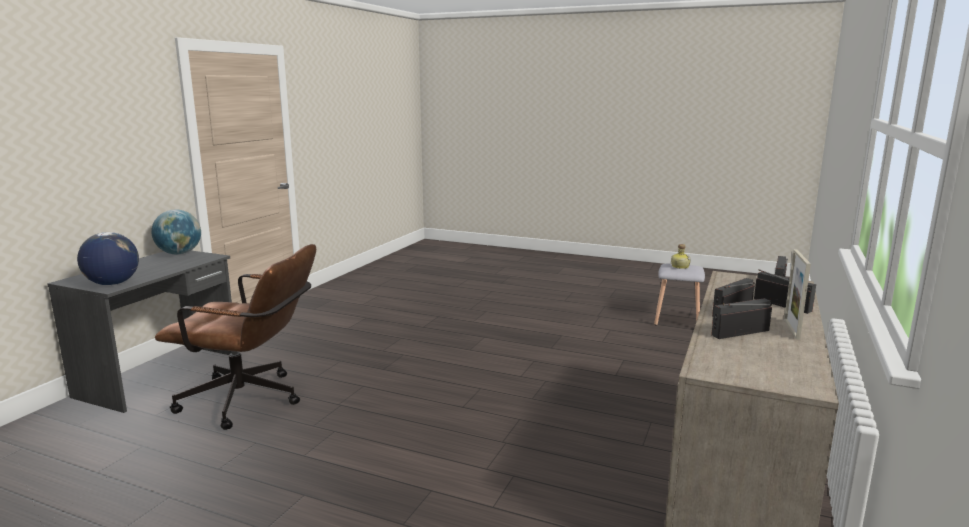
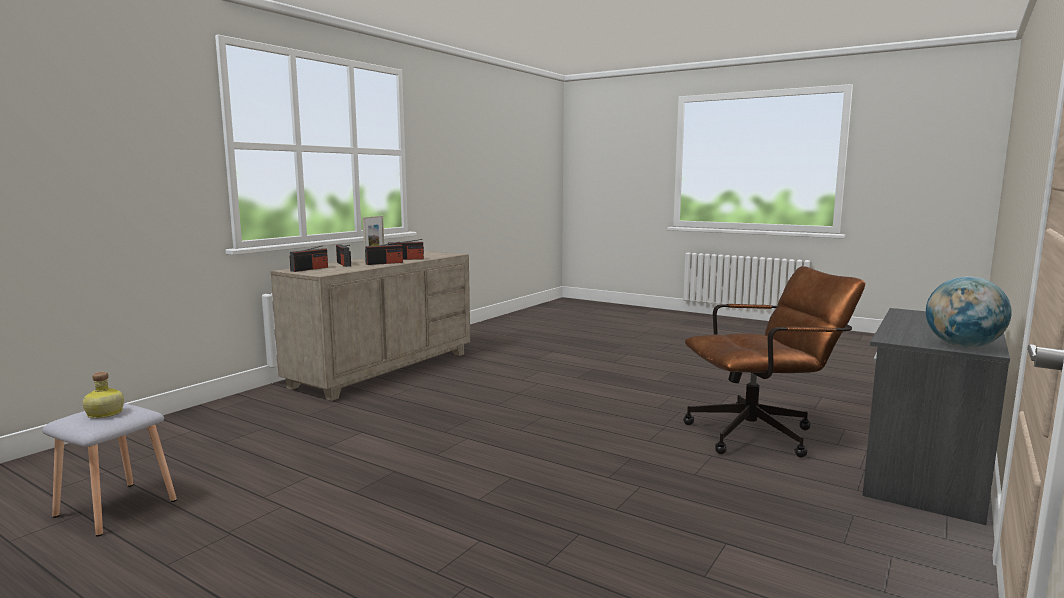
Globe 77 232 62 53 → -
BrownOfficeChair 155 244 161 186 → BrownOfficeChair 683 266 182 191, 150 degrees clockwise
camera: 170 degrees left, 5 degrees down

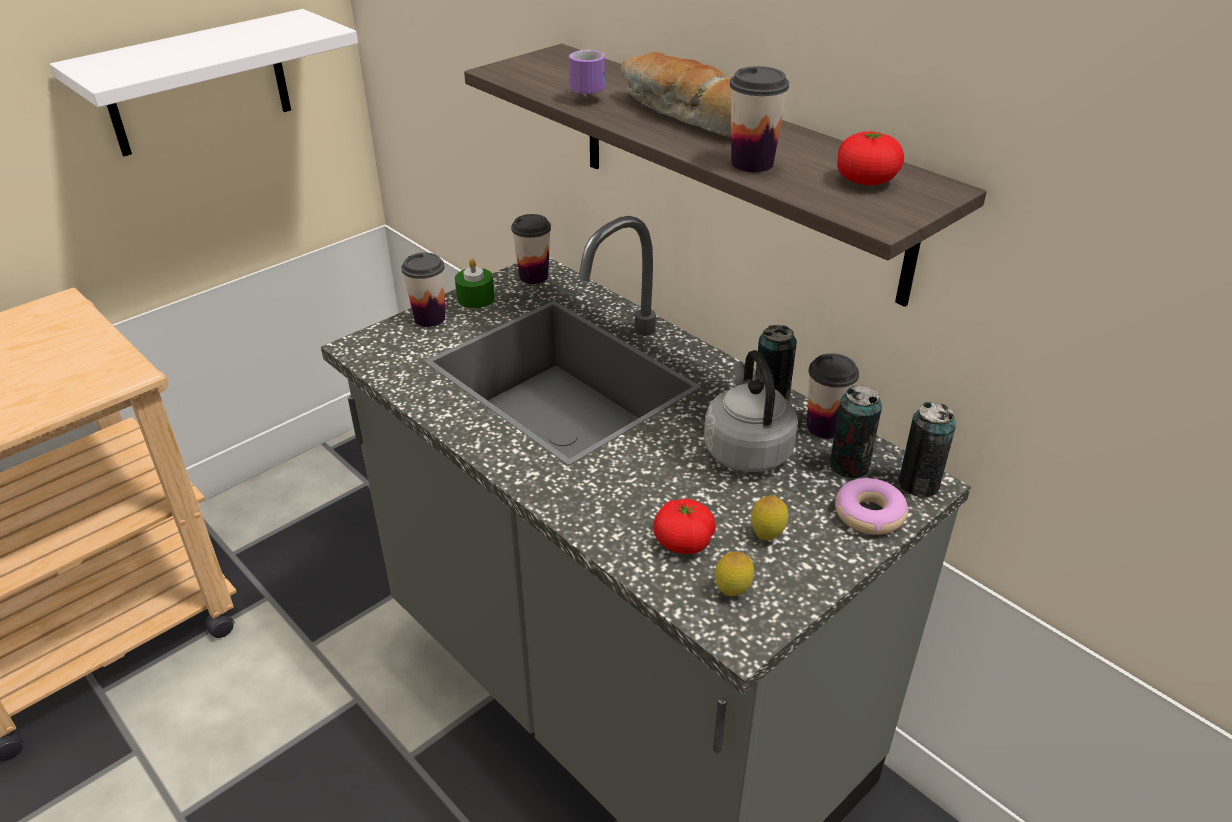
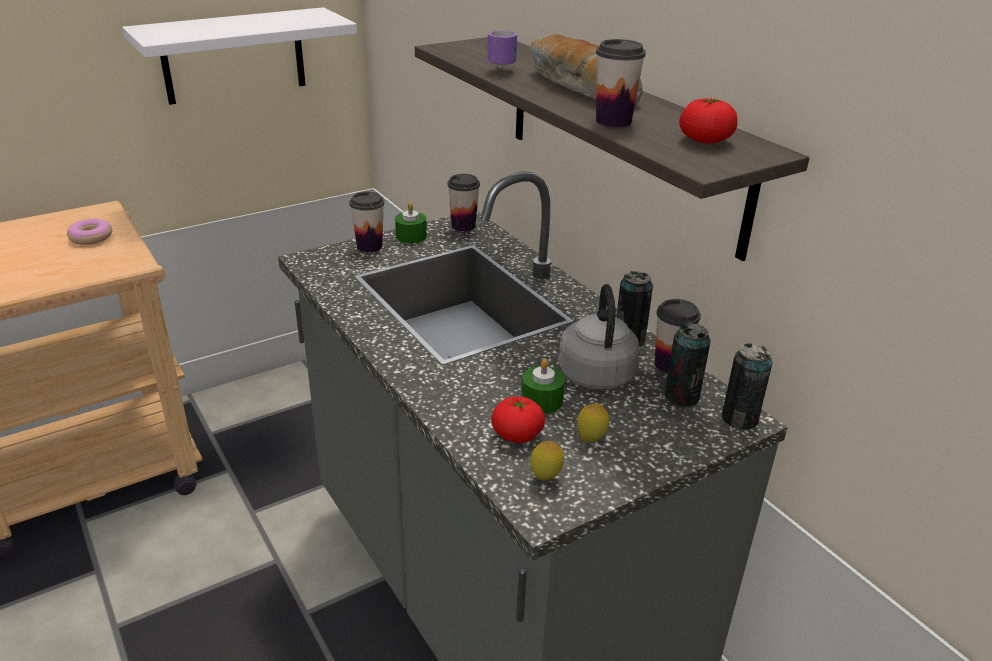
Donut 835 478 74 57 → Donut 67 218 45 27, shifted
- → GreenCandle 521 359 44 55
camera: 10 degrees right, 5 degrees down

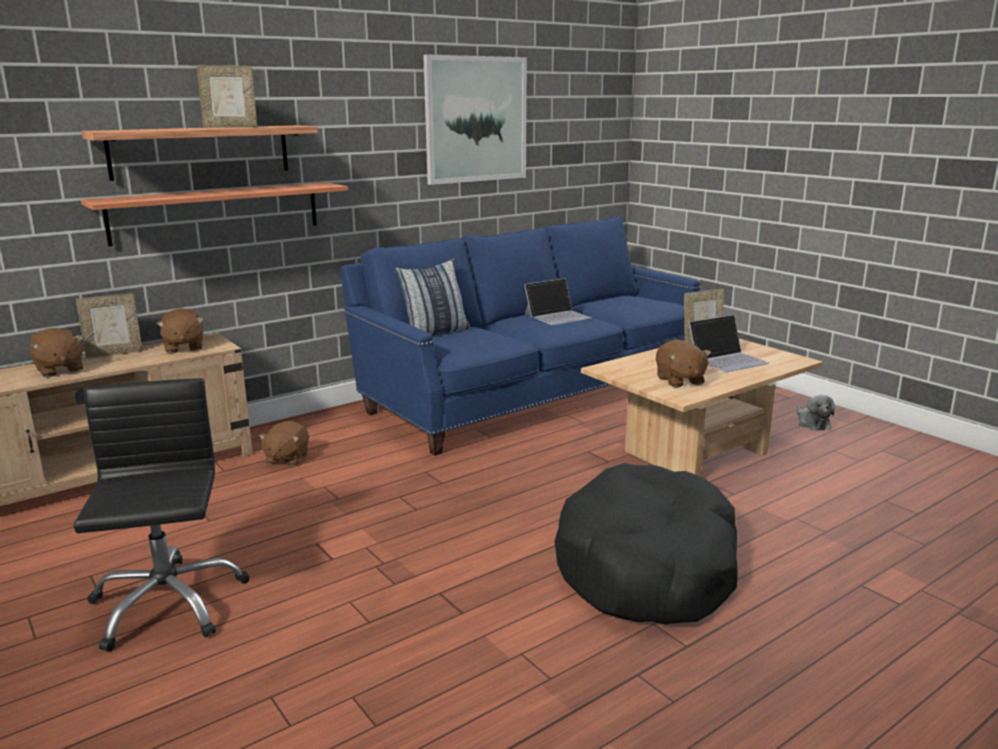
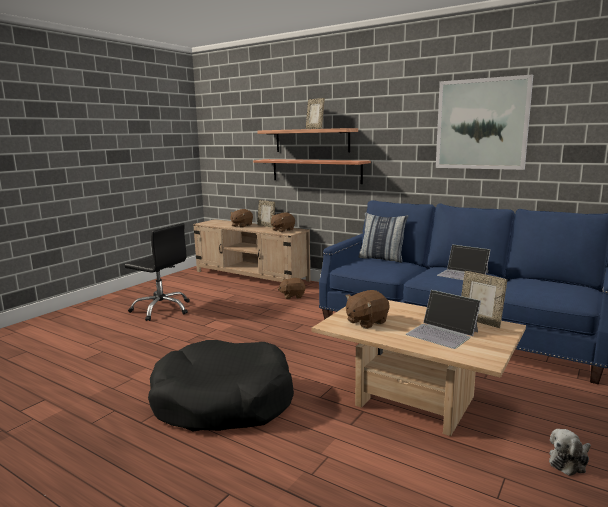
BlackOfficeChair 73 378 176 274 → BlackOfficeChair 124 223 66 98, 60 degrees clockwise
camera: 70 degrees right, 5 degrees down

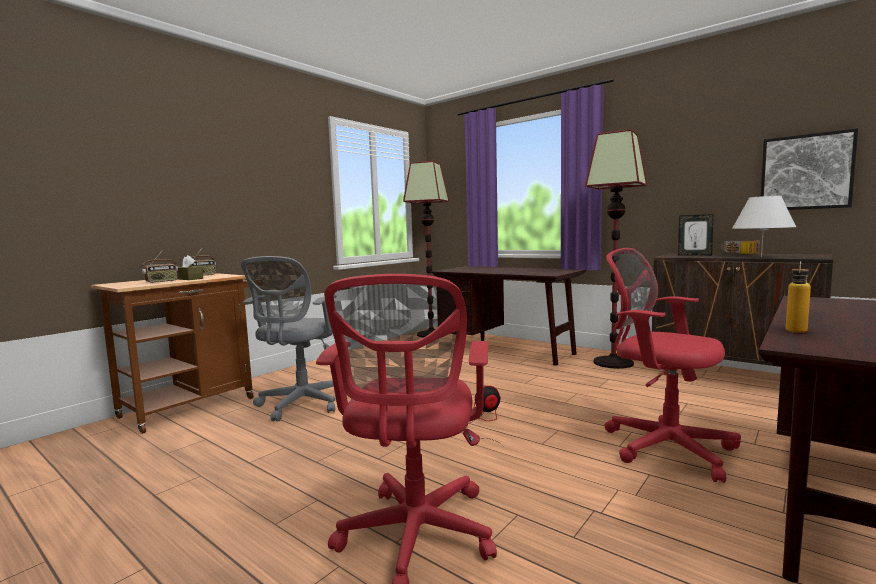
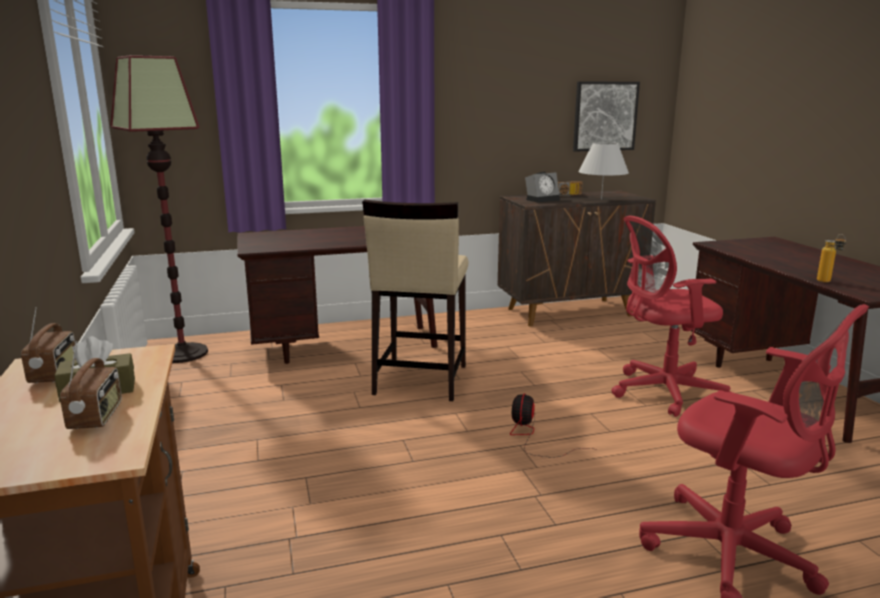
FloorLamp 585 129 62 240 → -
PictureFrame 678 214 35 42 → AlarmClock 525 172 35 31
GreyOfficeChair 241 256 94 166 → -
- → BeigeStool 362 200 106 201
camera: 55 degrees left, 10 degrees up

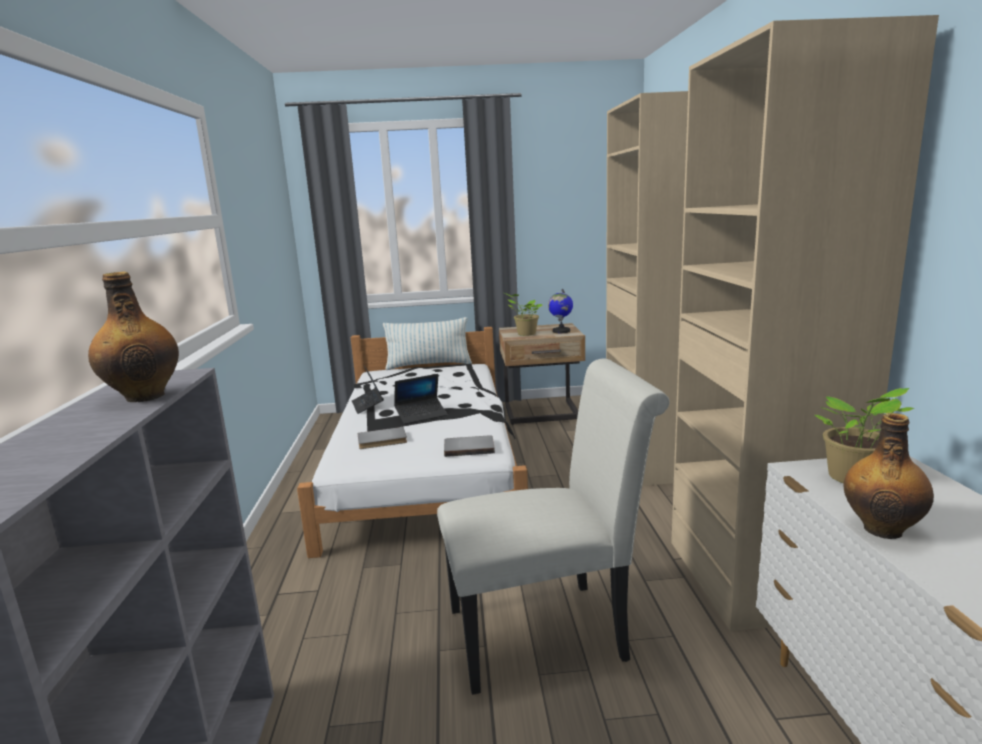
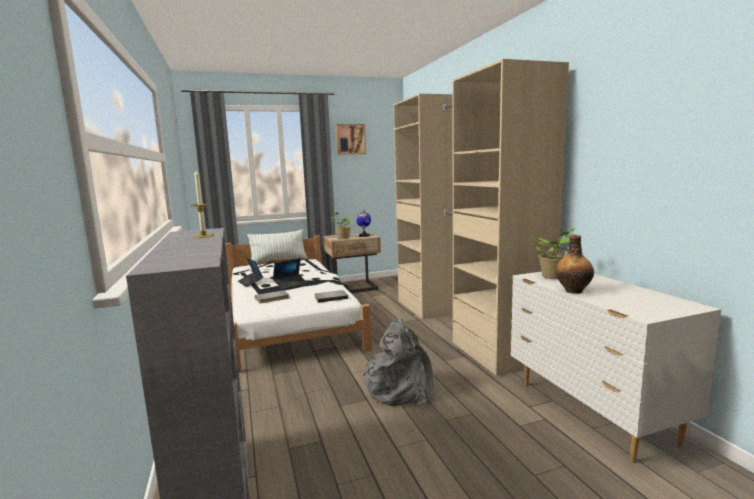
Bottle 88 271 91 131 → Candle 191 170 24 68
WhiteChair 437 358 233 337 → GreyBackpack 363 318 70 89
- → Picture 336 124 30 31
camera: 15 degrees left, 5 degrees down

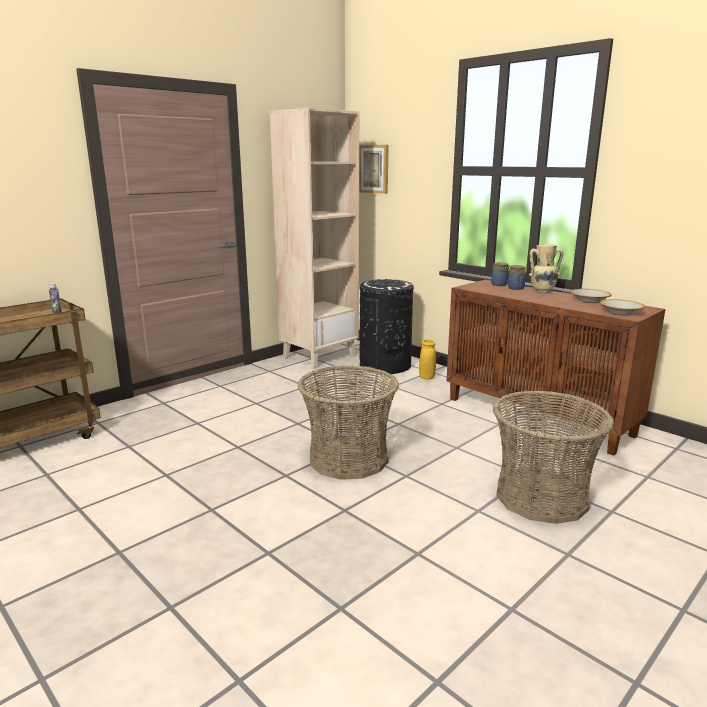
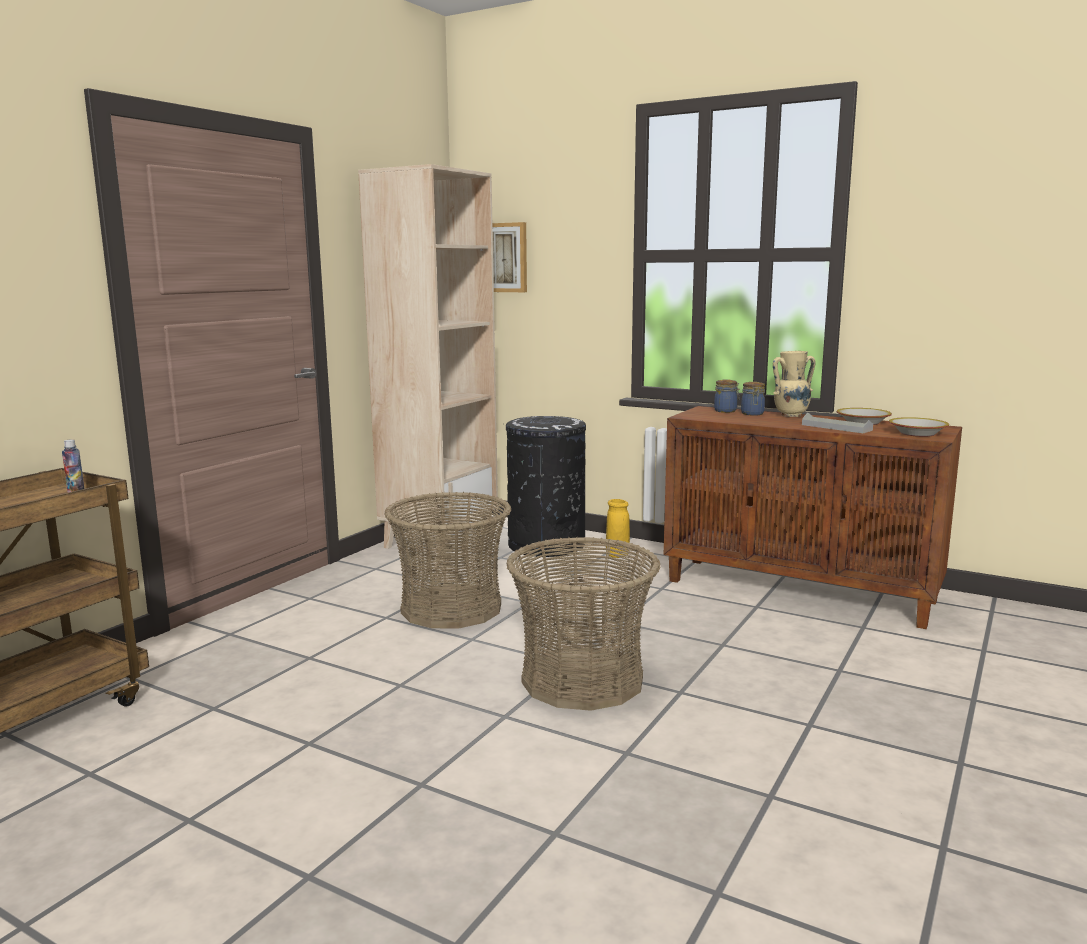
Basket 493 390 121 134 → Basket 385 492 126 136, shifted
- → GreyTray 802 413 71 20
camera: 15 degrees left, 5 degrees down

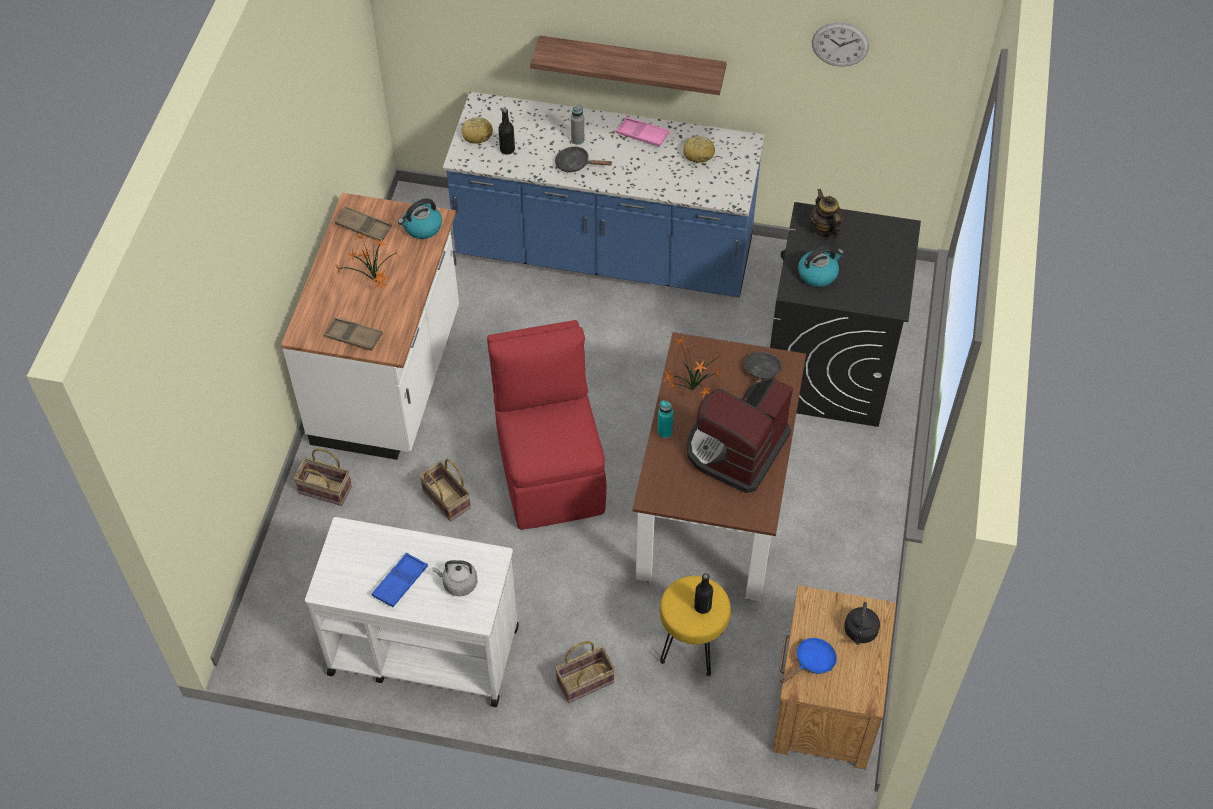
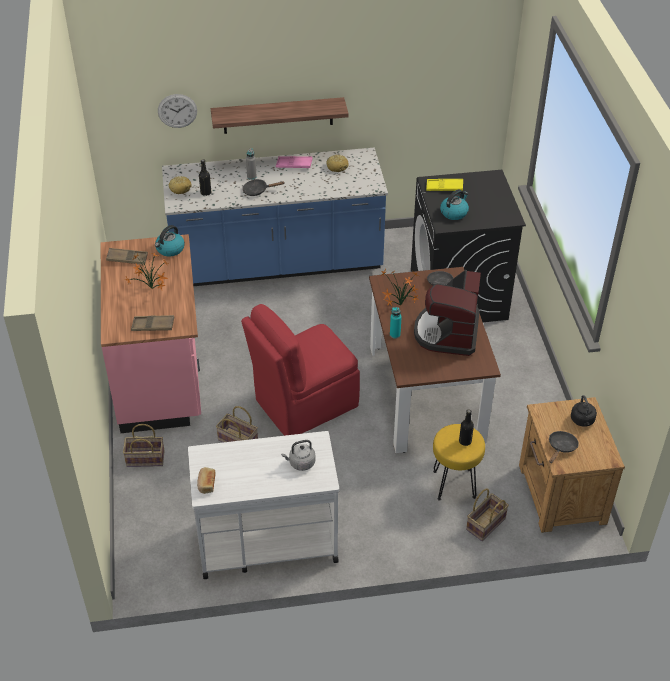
WallClock 812 22 57 45 → WallClock 158 94 39 34, shifted
Teapot 810 189 34 49 → YellowTray 426 179 37 12
WhiteCounter 281 193 178 267 → PinkCounter 101 234 100 199
RedChair 487 320 119 210 → RedChair 241 304 119 132, 90 degrees counterclockwise
BlueTray 372 553 56 54 → -
BlueFryingPan 780 638 57 45 → BlackFryingPan 549 431 30 32
Basket 555 641 60 62 → Basket 466 488 43 53, shifted
- → Bread 197 467 19 27
camera: 20 degrees left, 10 degrees down

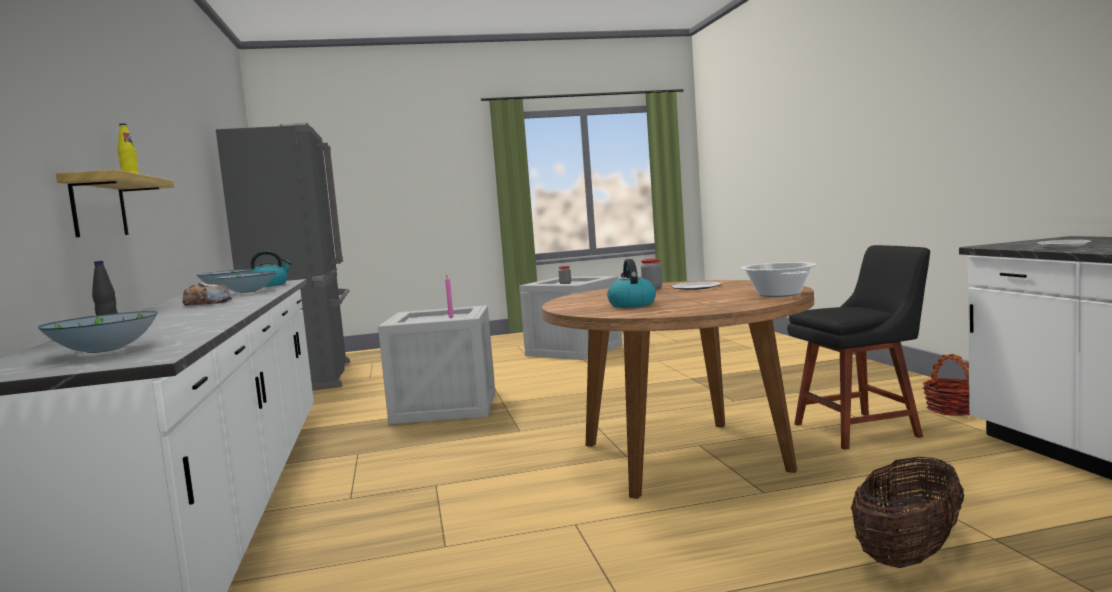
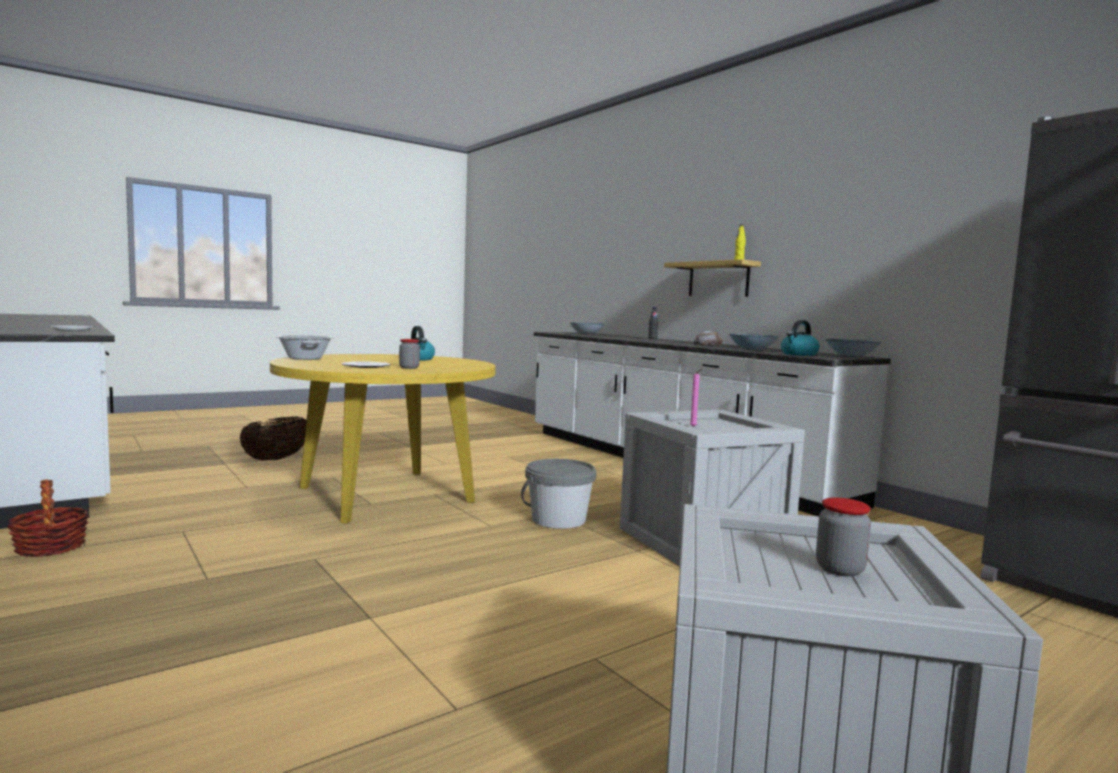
BlackChair 787 245 143 205 → -
BrownDiningTable 542 280 272 219 → YellowDiningTable 270 354 226 170
- → GreyBucket 521 459 75 70
camera: 155 degrees right, 0 degrees up

